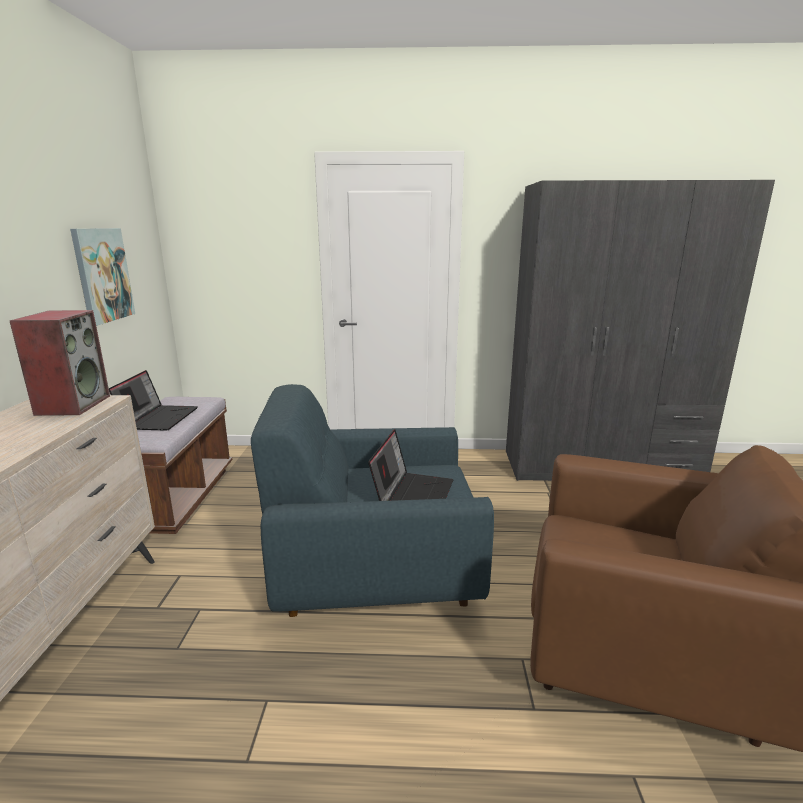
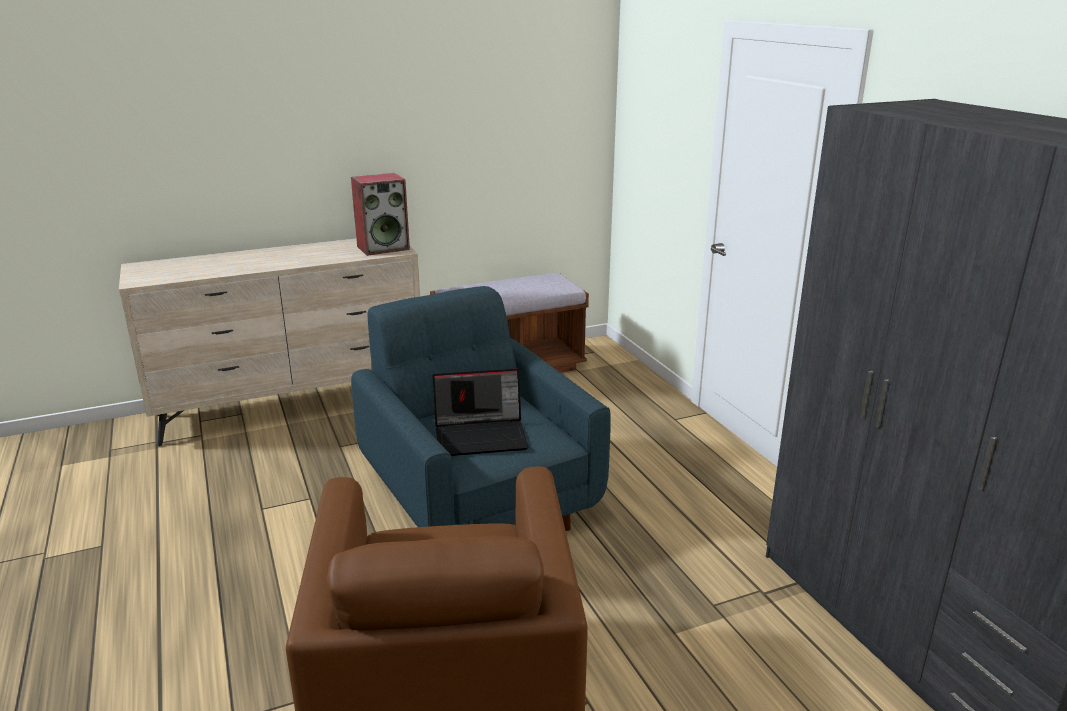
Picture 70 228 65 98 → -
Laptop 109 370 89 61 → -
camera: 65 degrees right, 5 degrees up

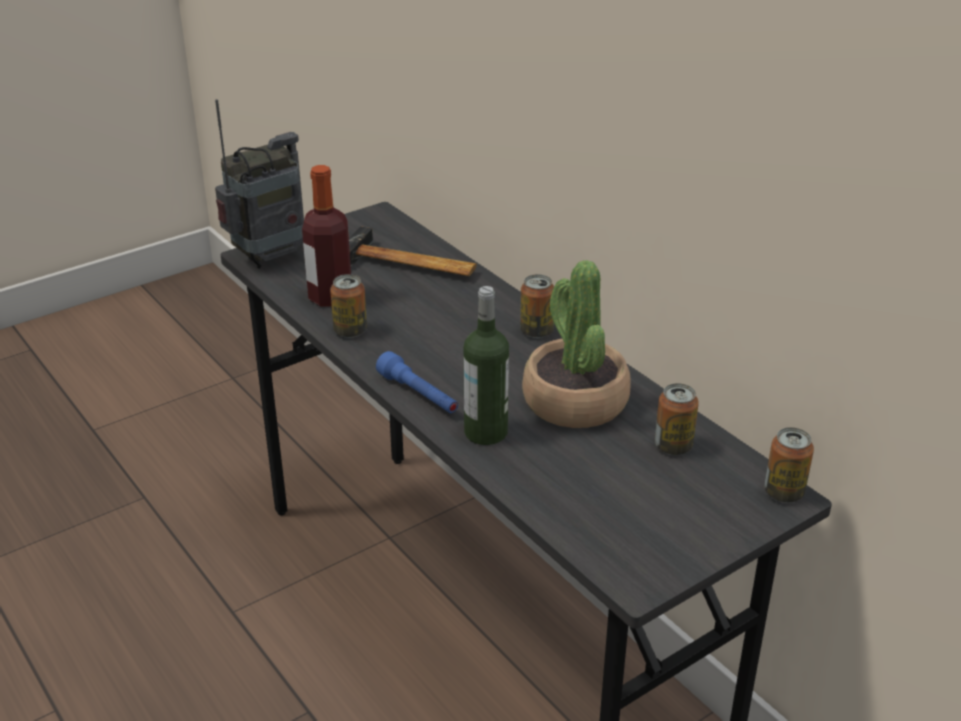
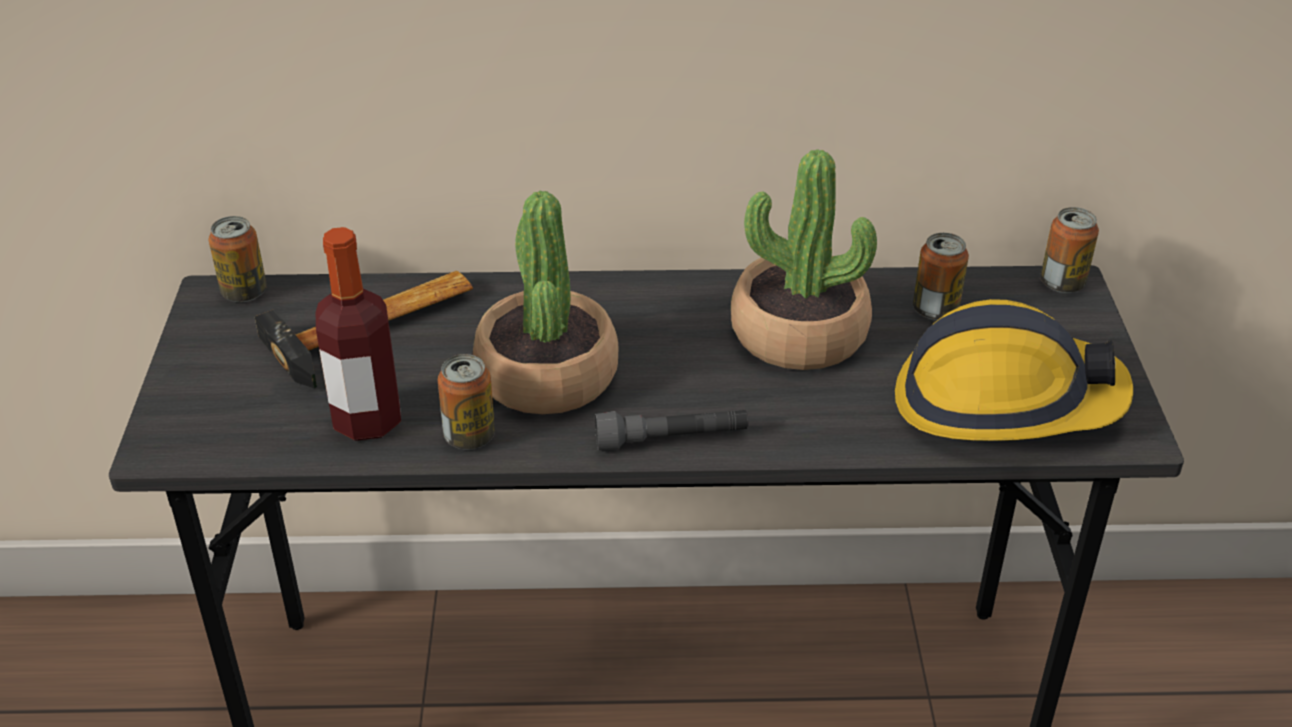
Radio 215 99 89 170 → -
Can 520 274 34 64 → Can 209 216 58 86, shifted
Bottle 463 286 46 159 → -
BlueFlashlight 376 351 82 62 → GreyFlashlight 595 410 154 40
- → PottedPlant 473 191 145 223
- → HardHat 895 299 238 142
camera: 55 degrees left, 5 degrees up

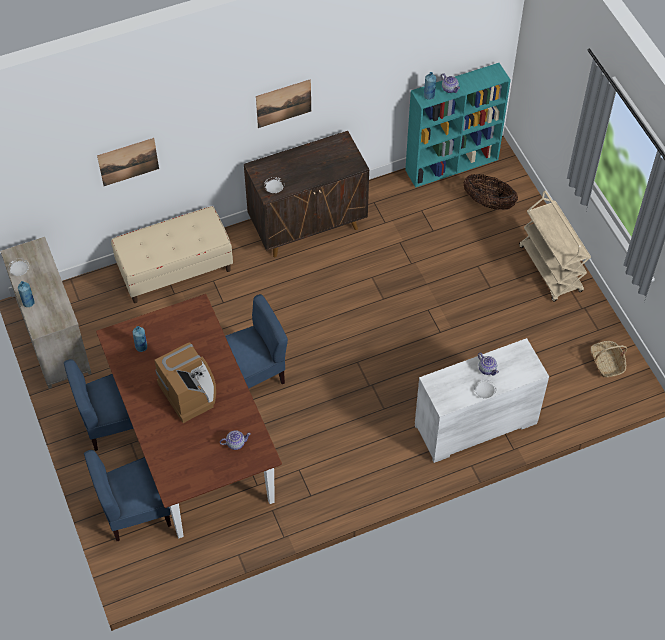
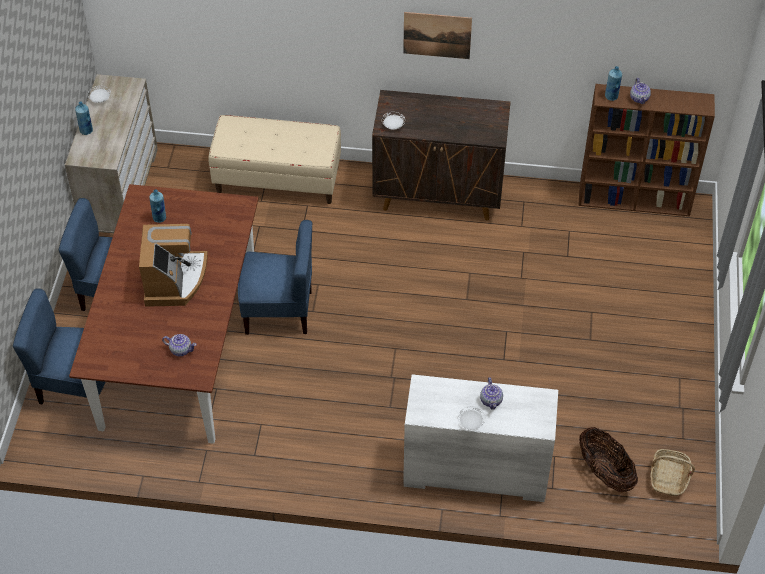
TurquoiseBookcase 405 63 106 125 → BrownBookcase 578 84 137 132
Picture 97 138 62 48 → -
Basket 463 174 55 36 → Basket 579 427 59 66, shifted
BeigeCart 519 191 72 111 → -
camera: 30 degrees right, 5 degrees down

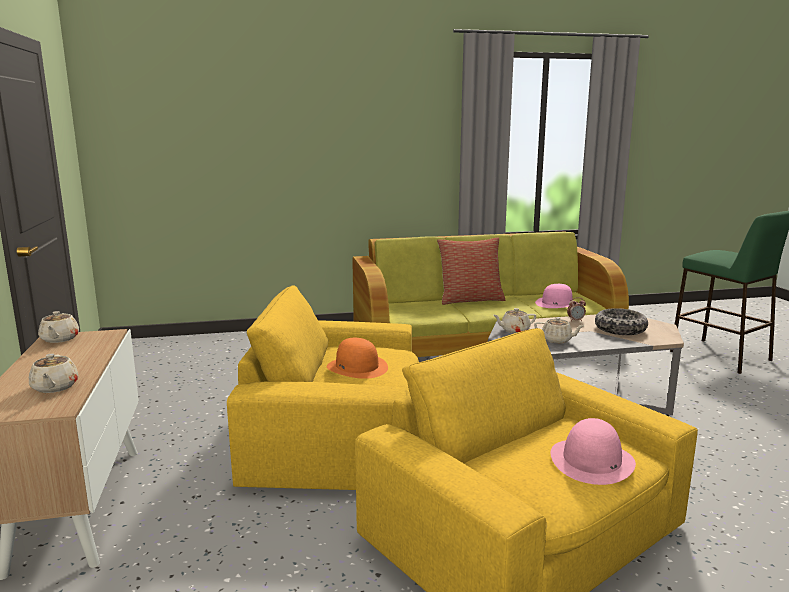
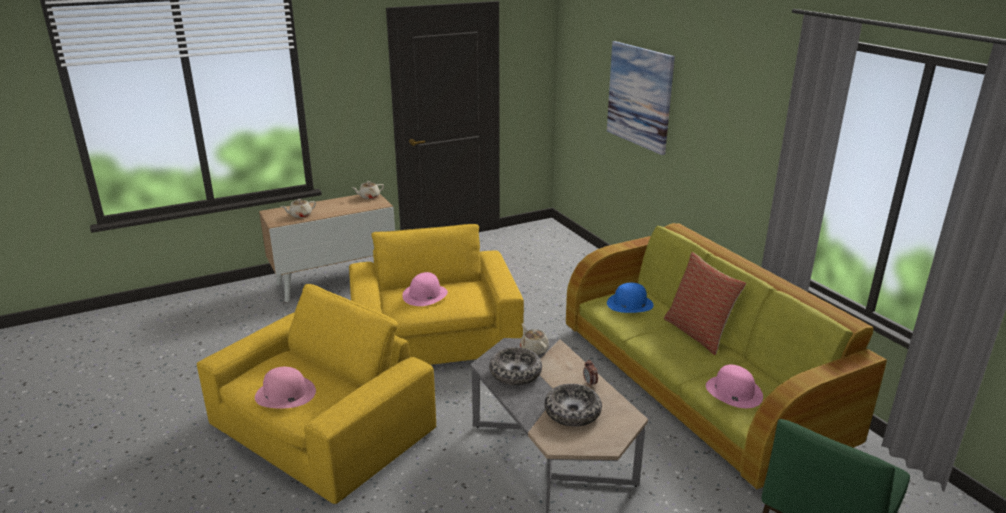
BeigeTeapot 534 317 51 26 → Bowl 489 347 53 38
OrangeHat 327 338 61 41 → PinkHat 402 272 46 34
- → Picture 607 41 68 114
- → BlueHat 607 283 47 30
camera: 75 degrees right, 10 degrees up

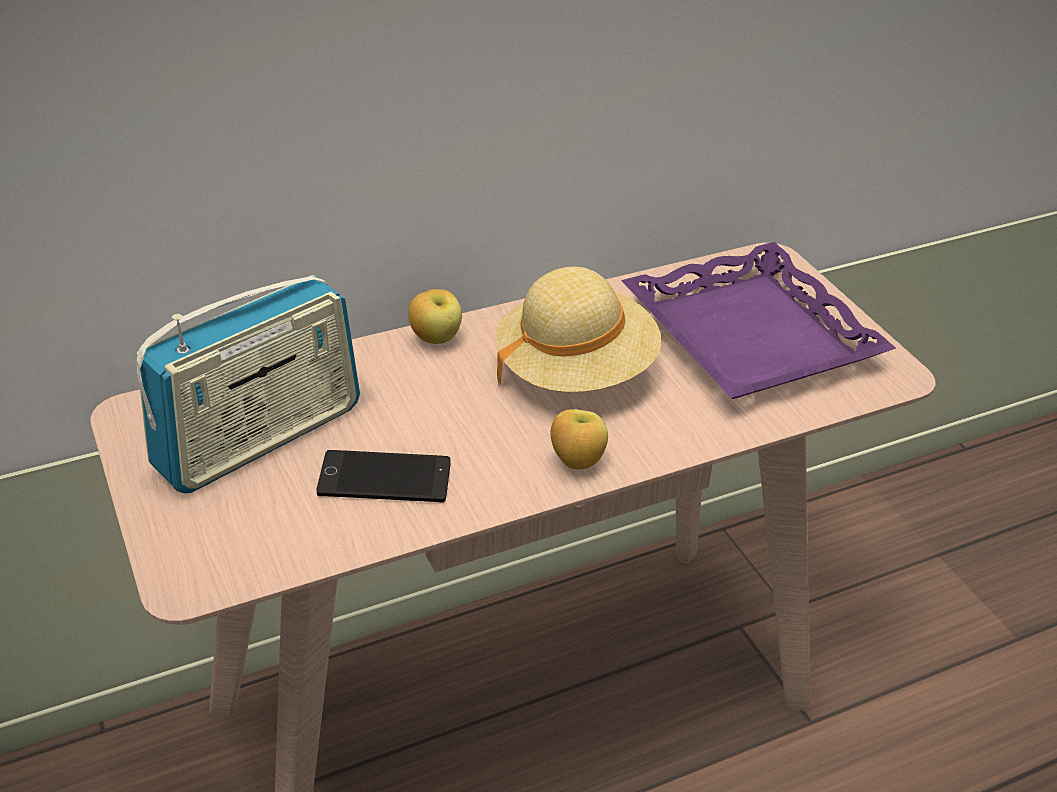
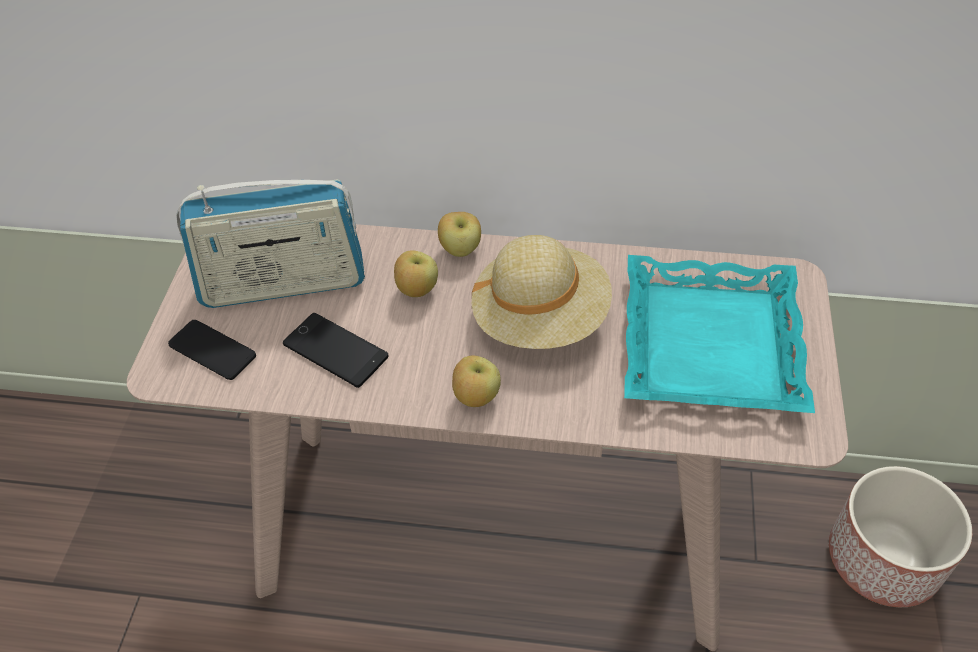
PurpleTray 621 242 275 157 → TurquoiseTray 624 255 191 158
- → Apple 394 250 44 47
- → Phone 168 320 88 60
- → Planter 829 466 143 141
camera: 35 degrees right, 10 degrees up

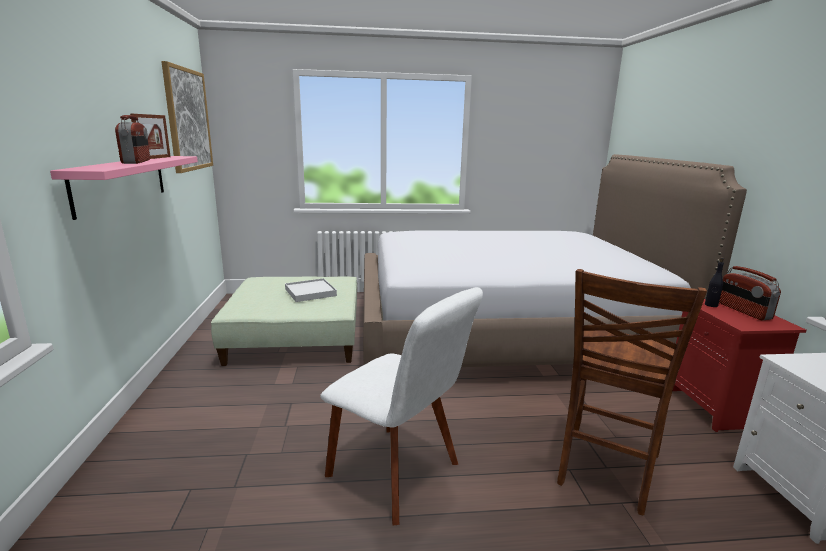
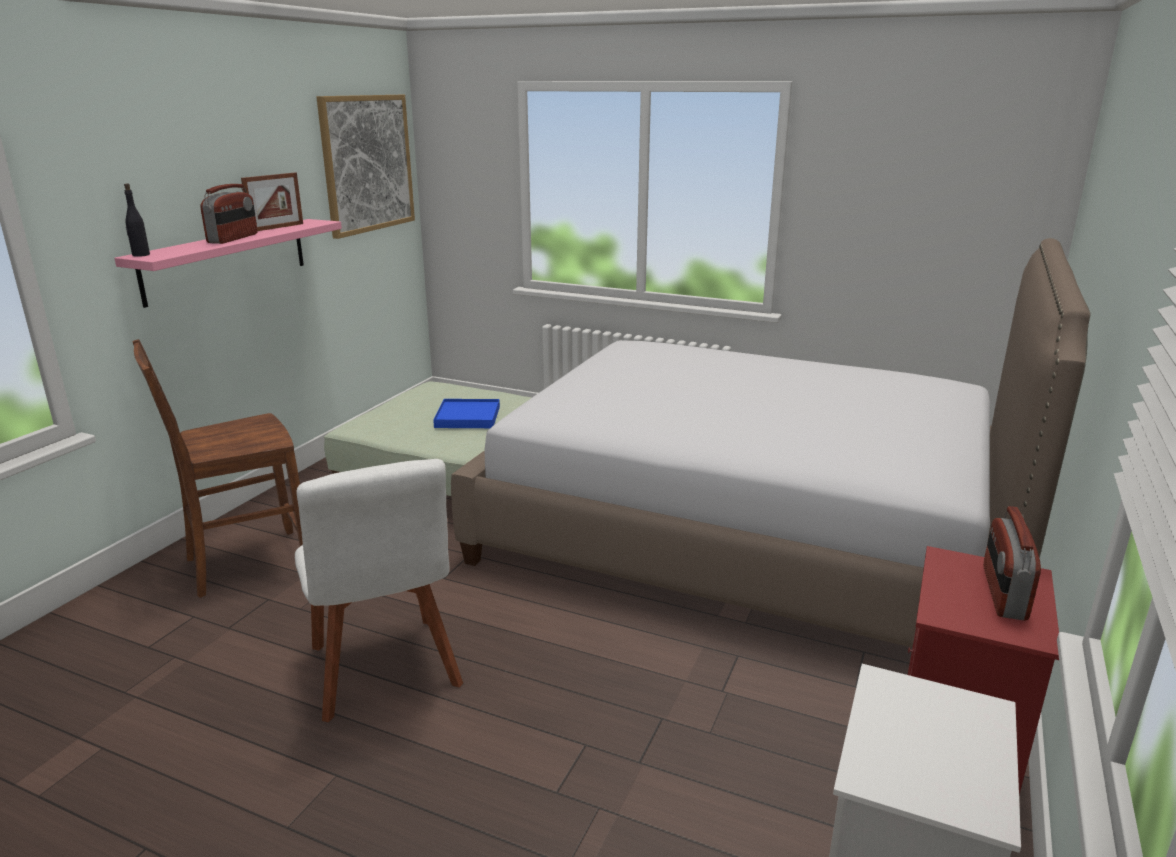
BlackBottle 705 257 19 50 → BlackBottle 124 184 26 73, shifted
BrownChair 557 269 150 246 → BrownChair 133 339 170 259, shifted
WhiteTray 285 278 52 24 → BlueTray 433 399 67 29
camera: 30 degrees right, 5 degrees up

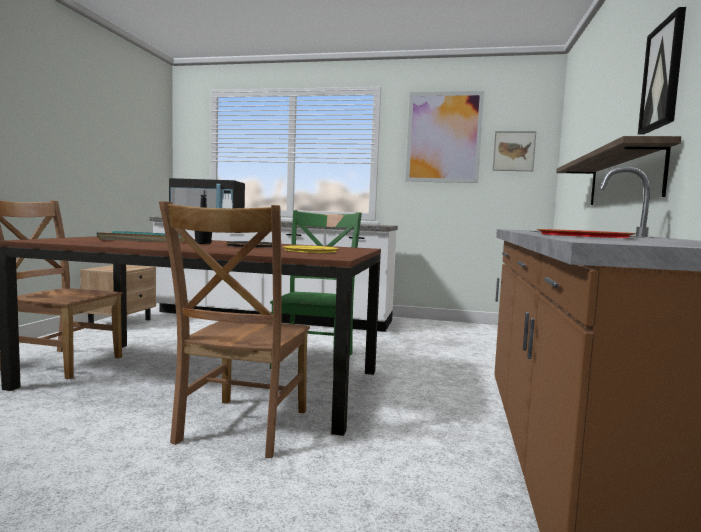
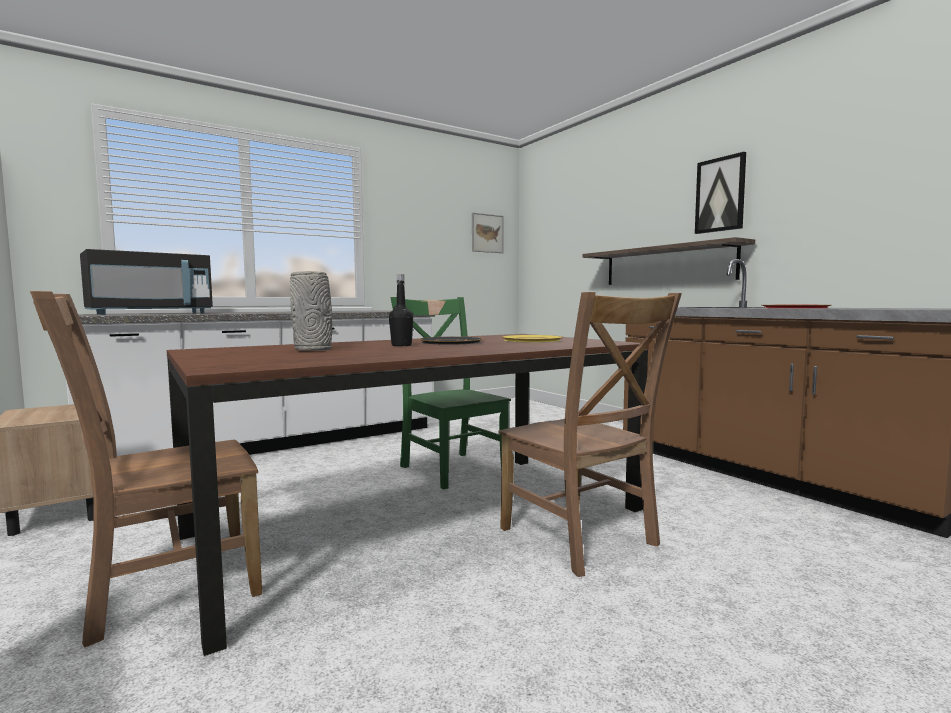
Picture 406 91 78 92 → -
TurquoiseTray 96 231 89 12 → GreyVase 290 271 42 79
camera: 45 degrees left, 0 degrees up

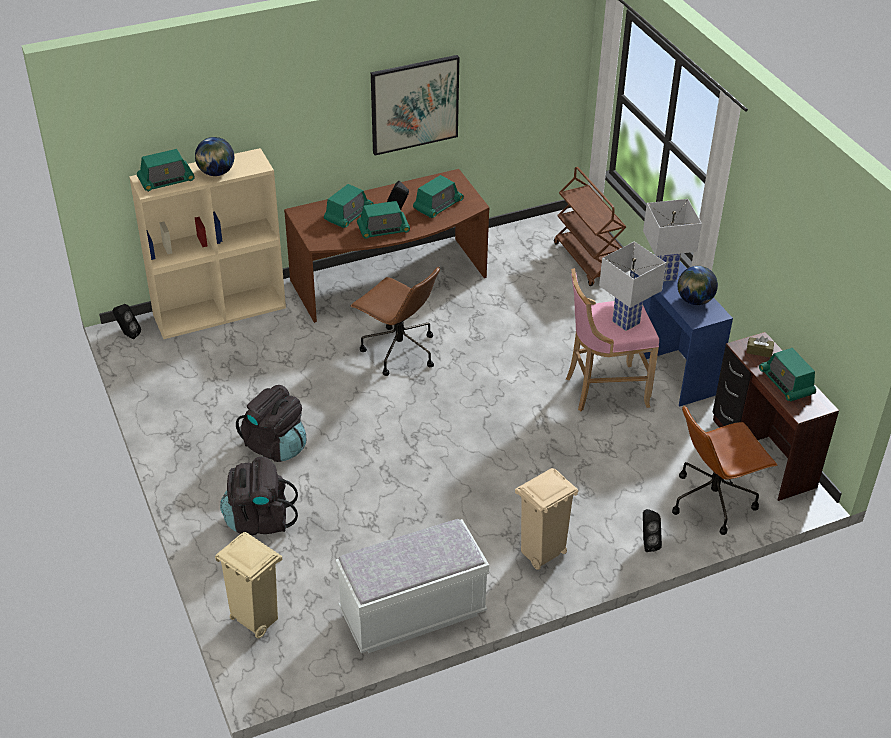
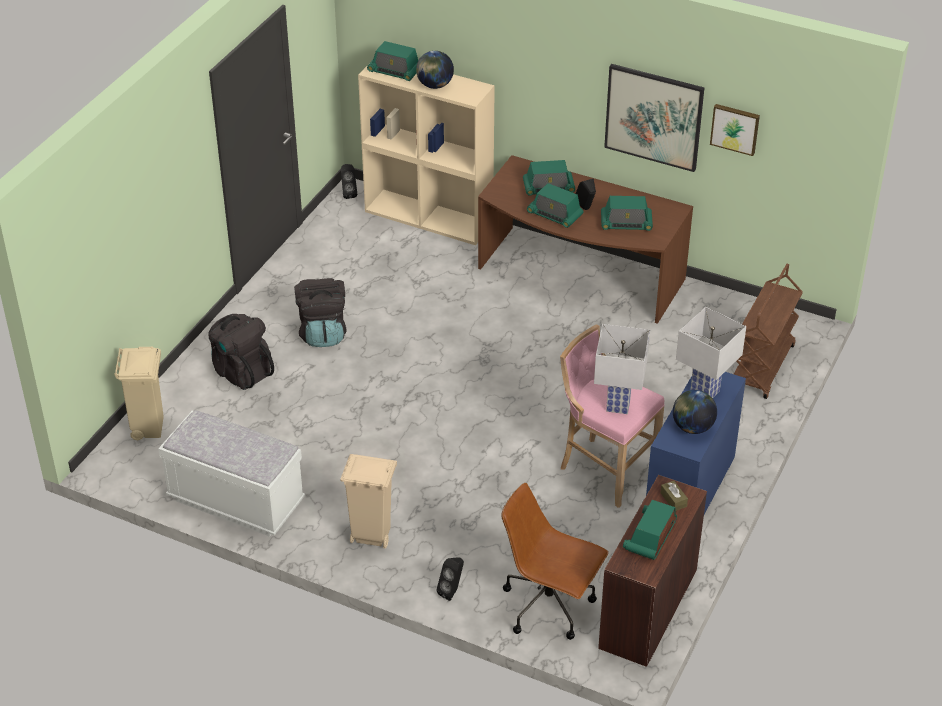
BrownOfficeChair 350 267 90 109 → -
- → Picture 710 104 50 52
camera: 50 degrees right, 0 degrees up

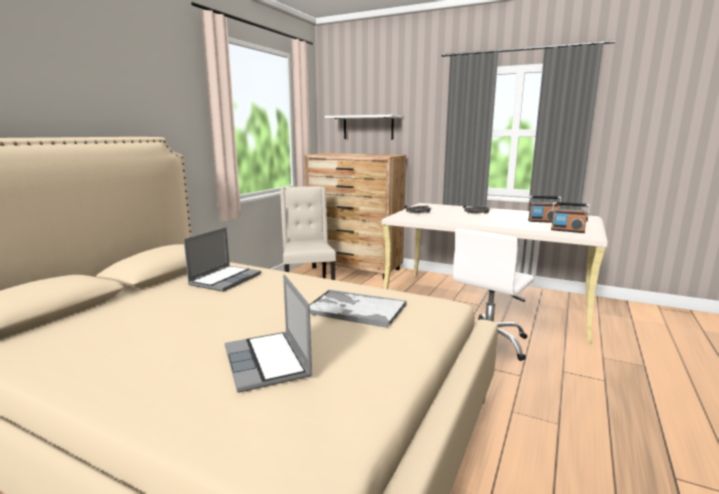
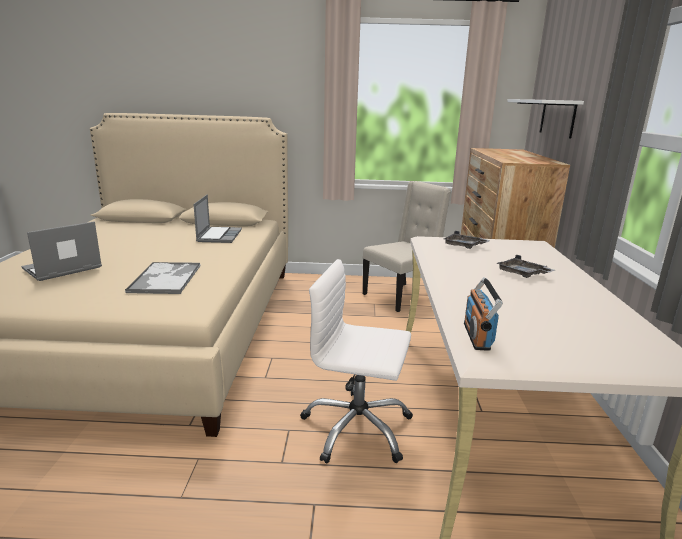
Radio 528 196 33 27 → -
Laptop 184 227 77 65 → Laptop 194 194 48 49, 90 degrees counterclockwise
camera: 65 degrees right, 5 degrees up

